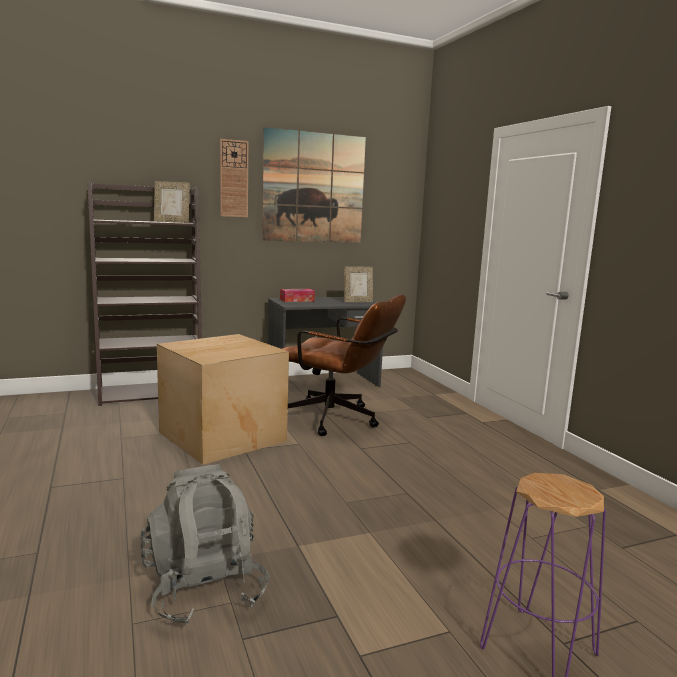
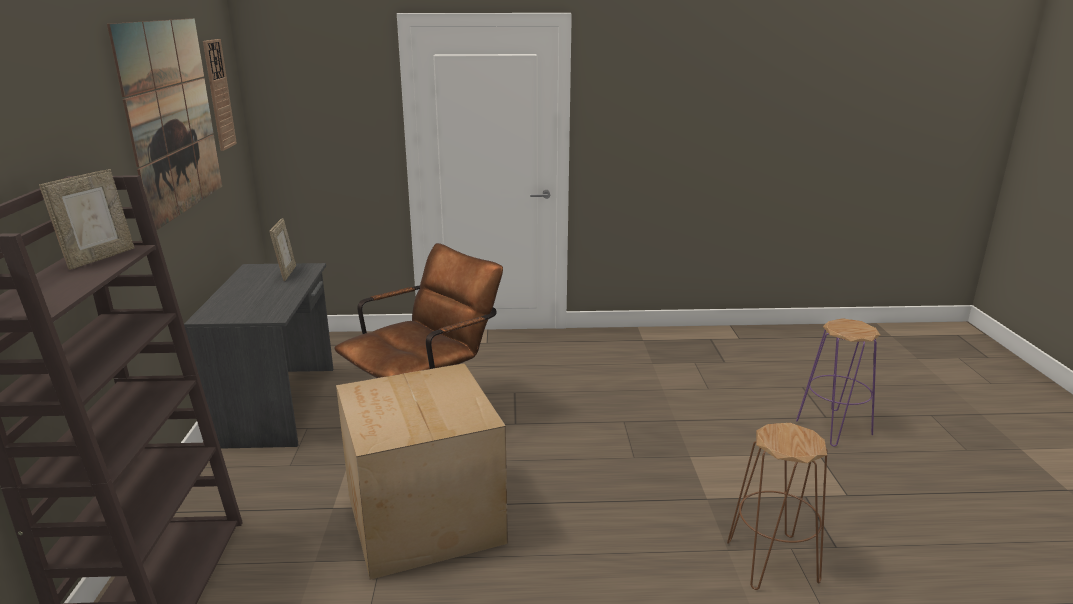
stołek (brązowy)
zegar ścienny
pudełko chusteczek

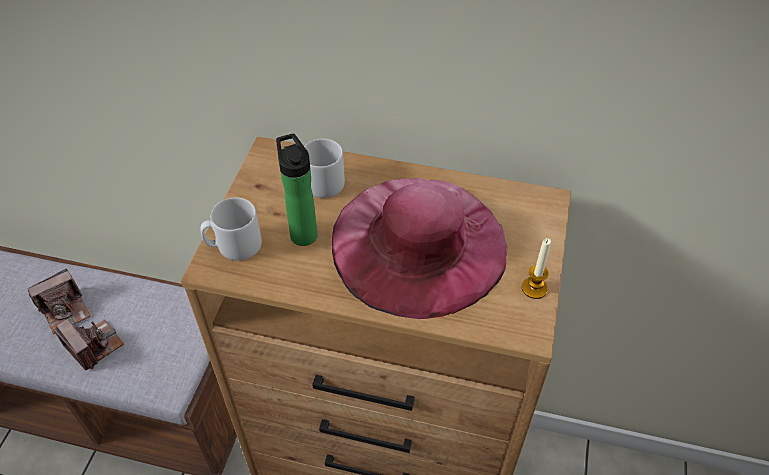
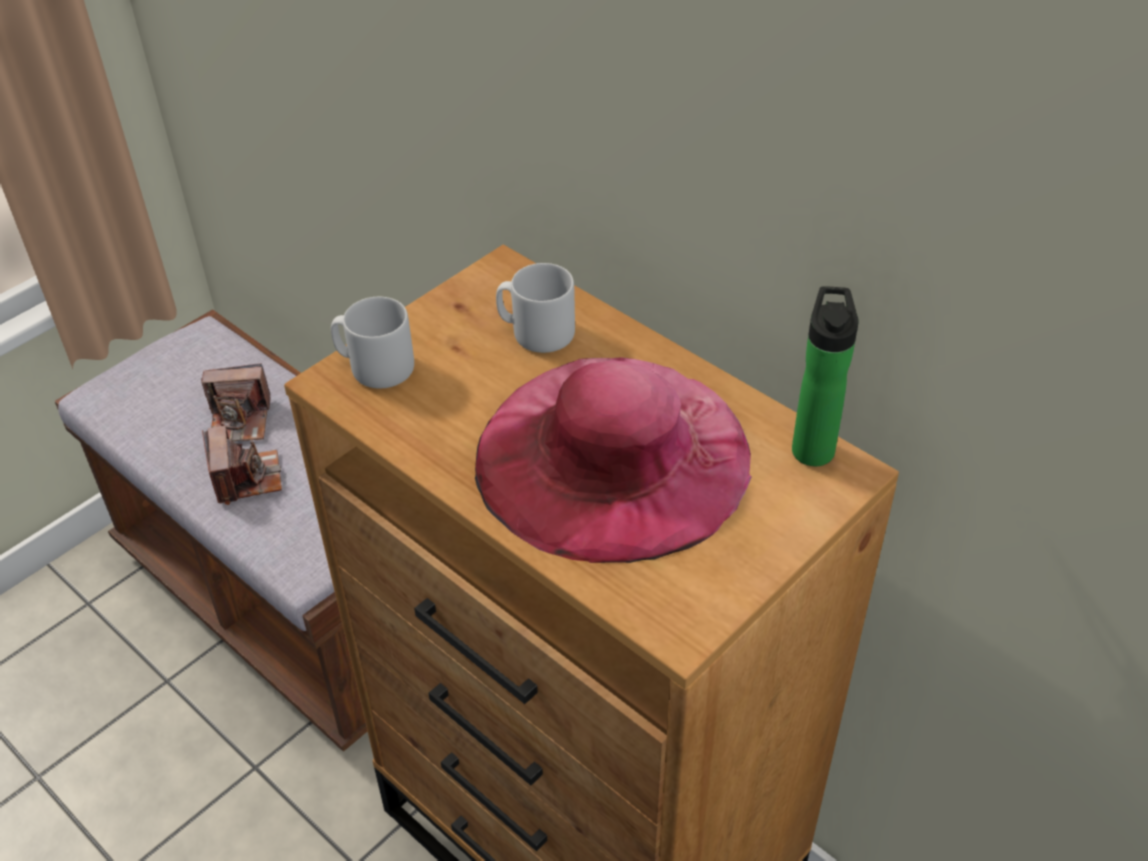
butelka
świeca

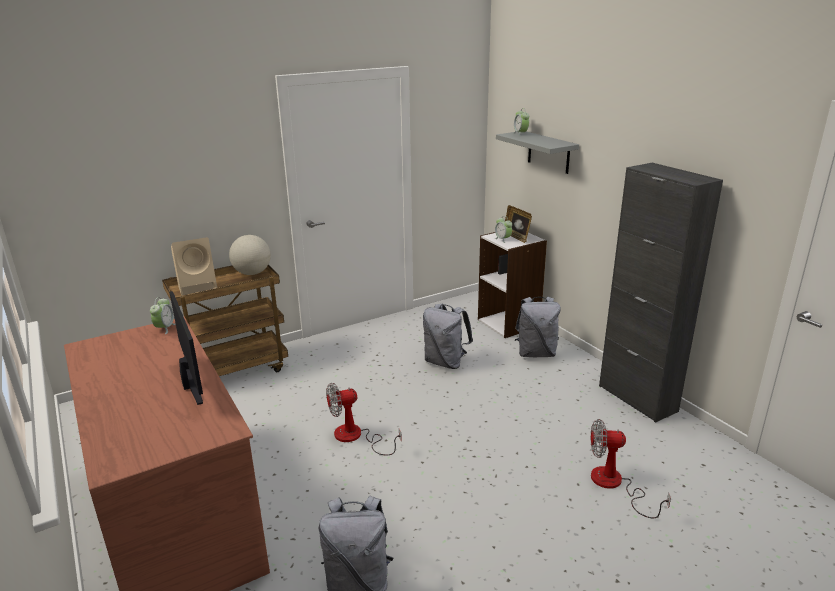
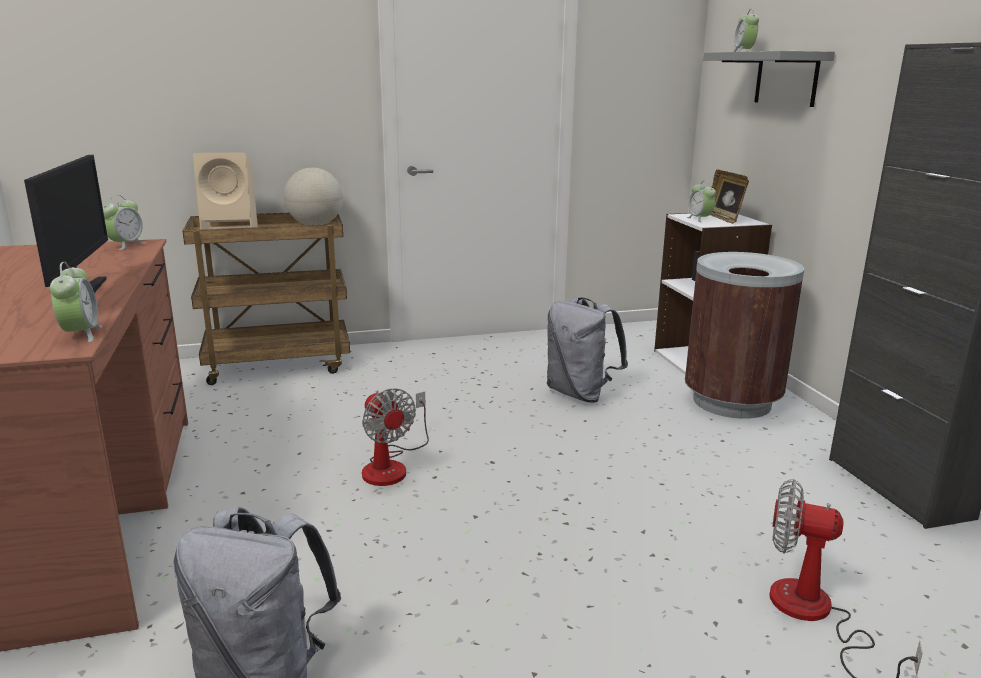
wentylator (no. 1 from left)
kosz na śmieci (brązowy)
budzik (no. 1 from left)

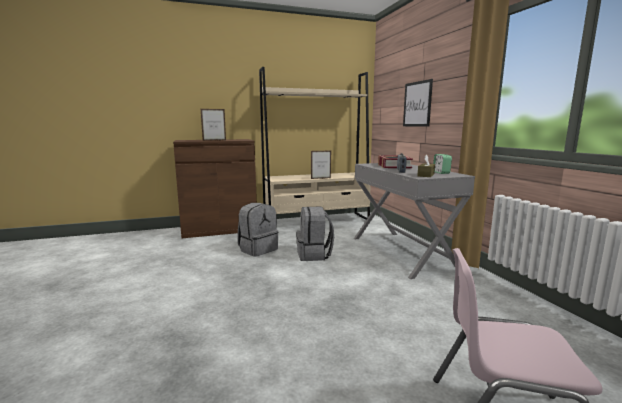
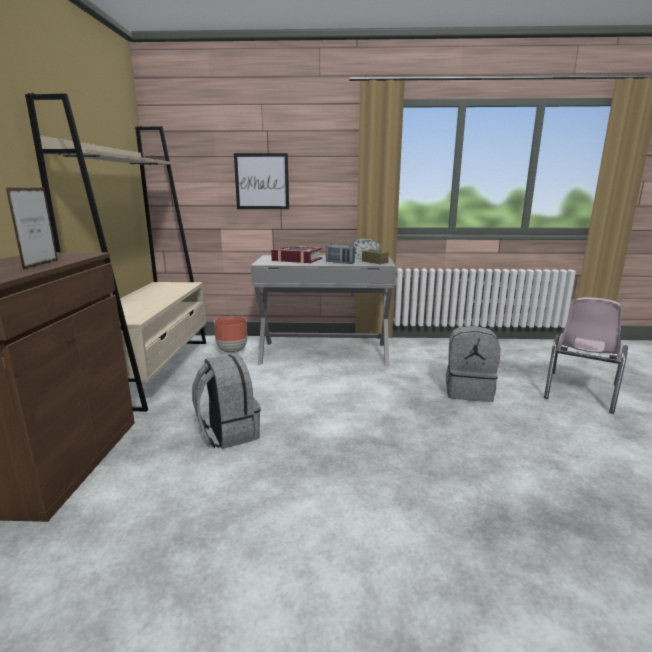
plecak (szary) (no. 2 from left)
ramka na zdjęcie (no. 2 from left in the first image)
donica (brązowy)

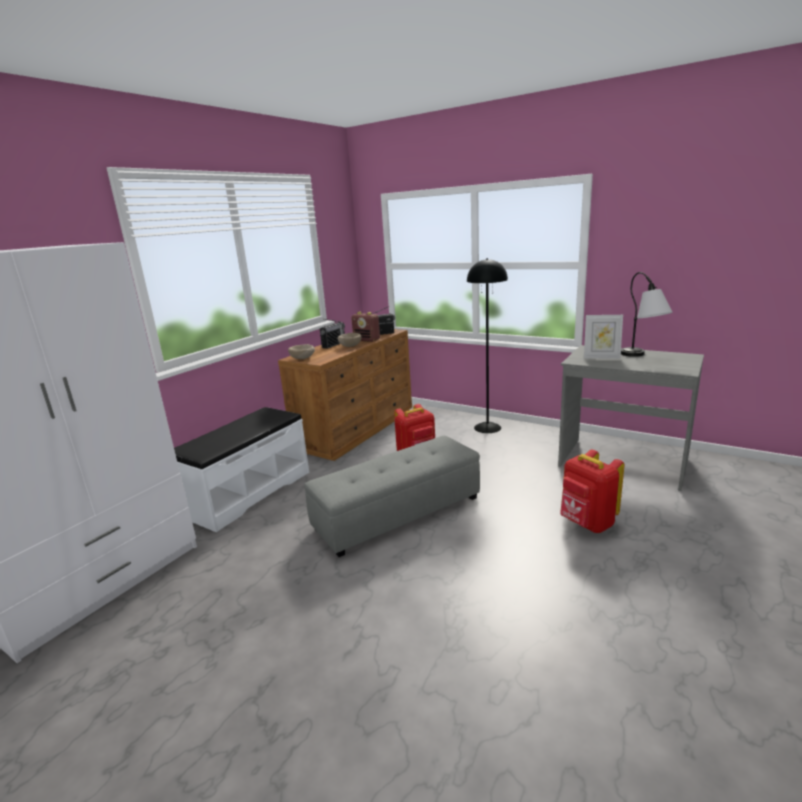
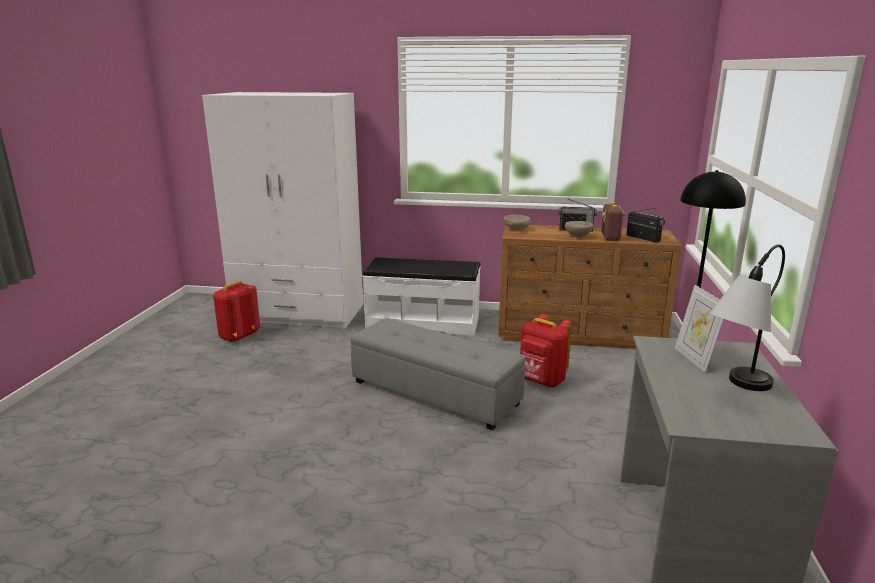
plecak (czerwony) (no. 1 from left)

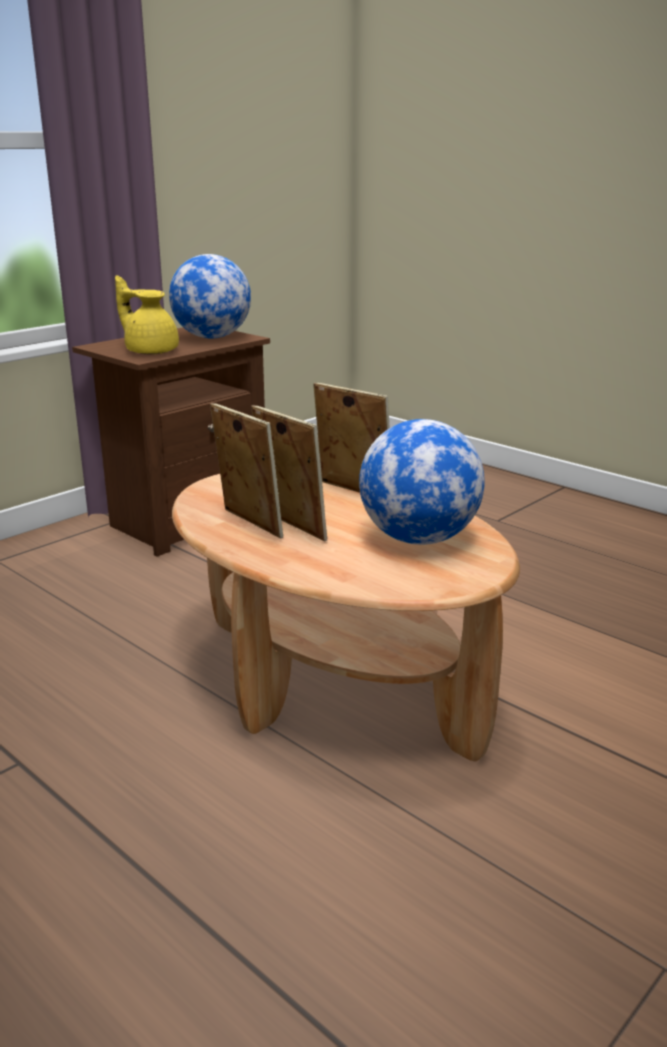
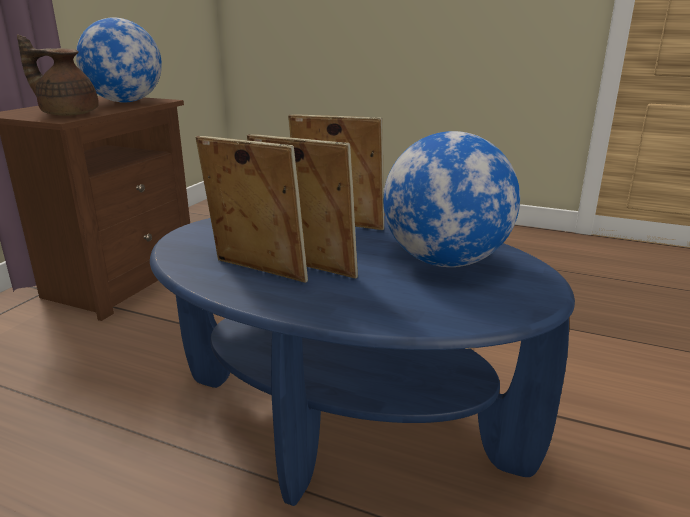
imbryk (brązowy)
ława (niebieski)

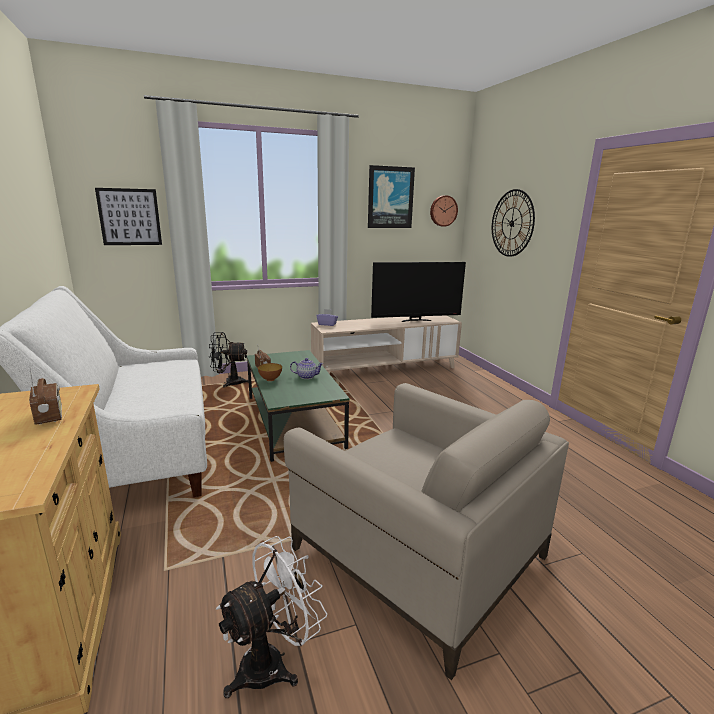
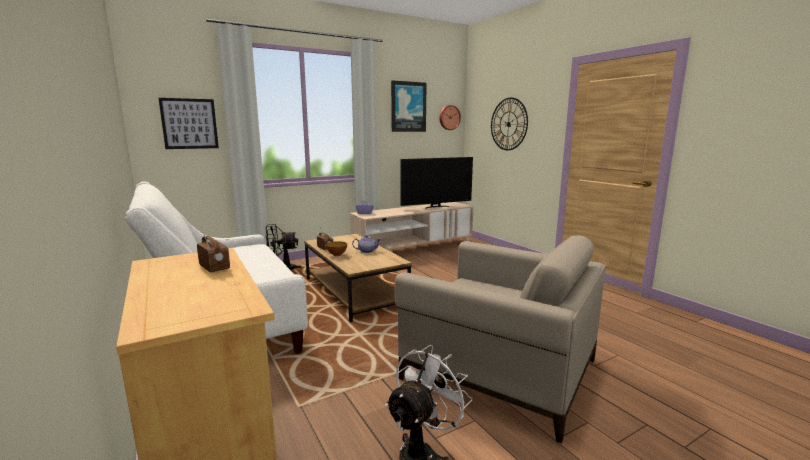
ława (brązowy)

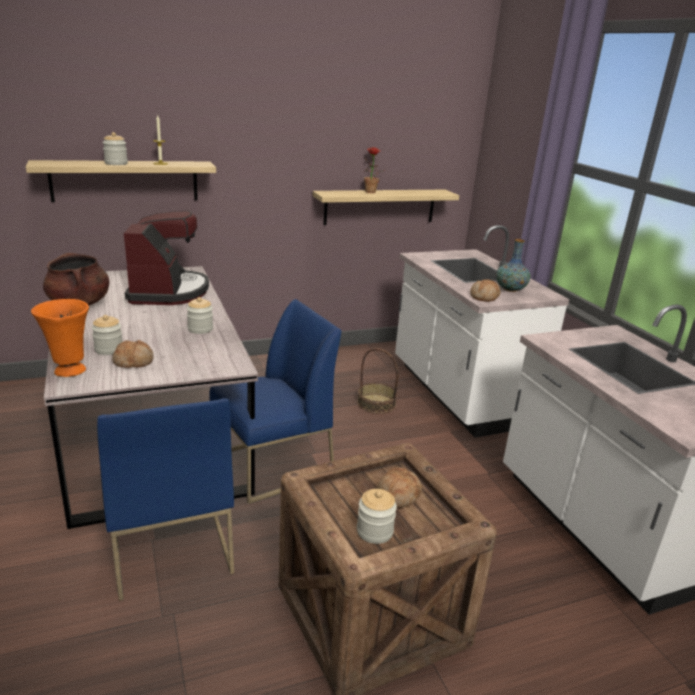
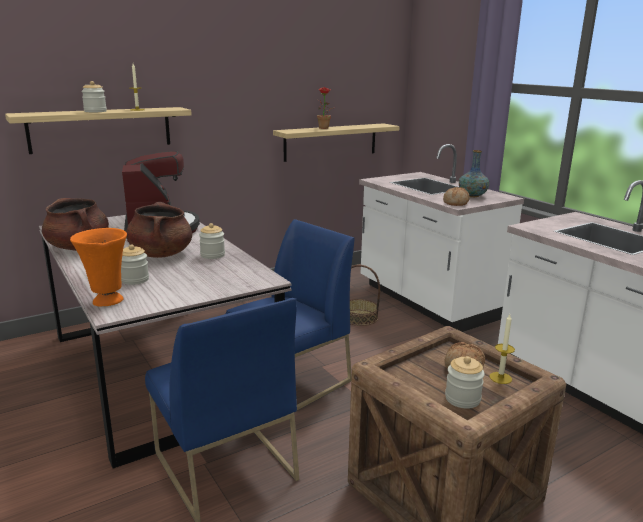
chleb (no. 1 from left in the first image)
garnek (brązowy) (no. 2 from left)
świeca (no. 2 from left)

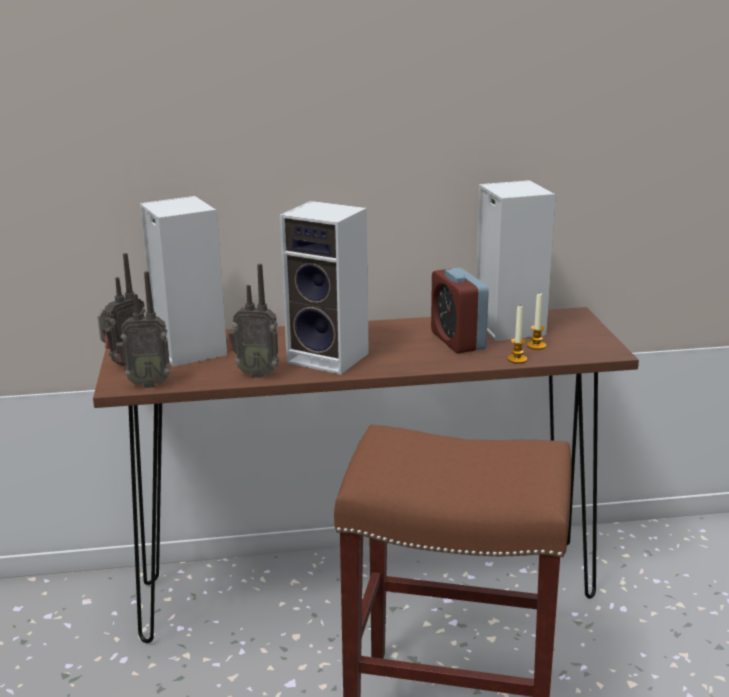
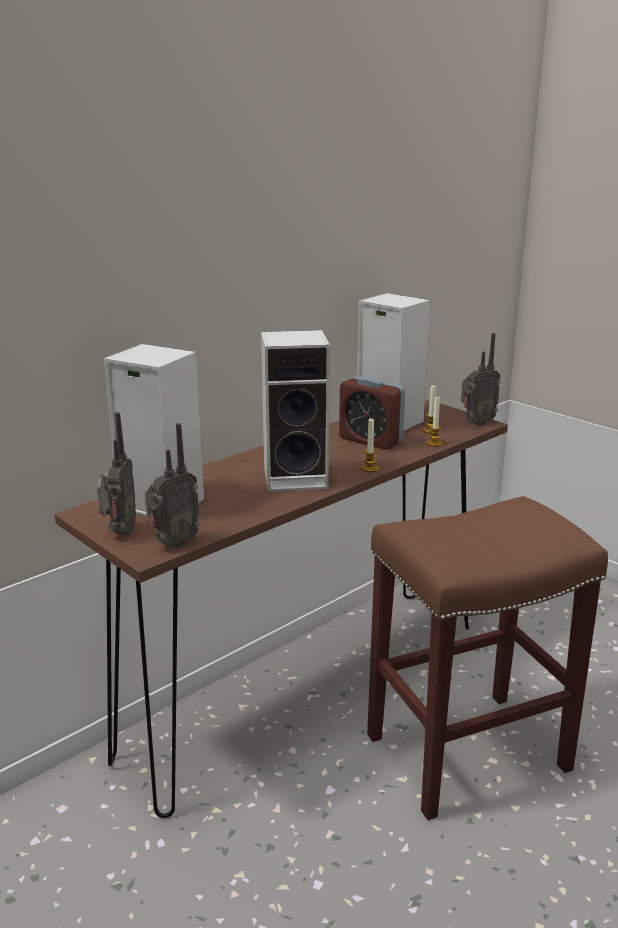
radio (no. 3 from left)
świeca (no. 1 from left)

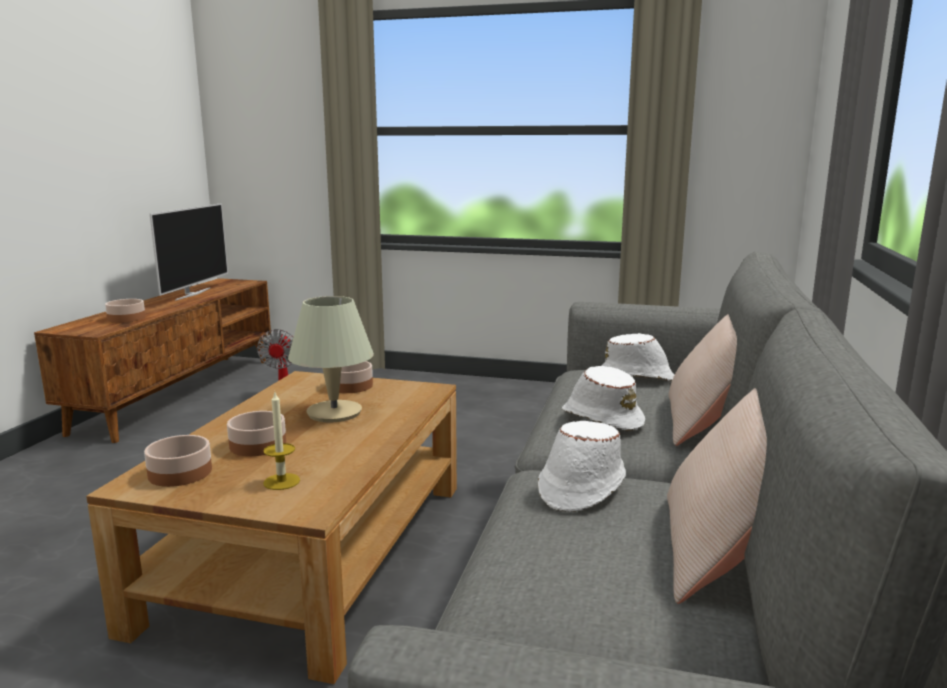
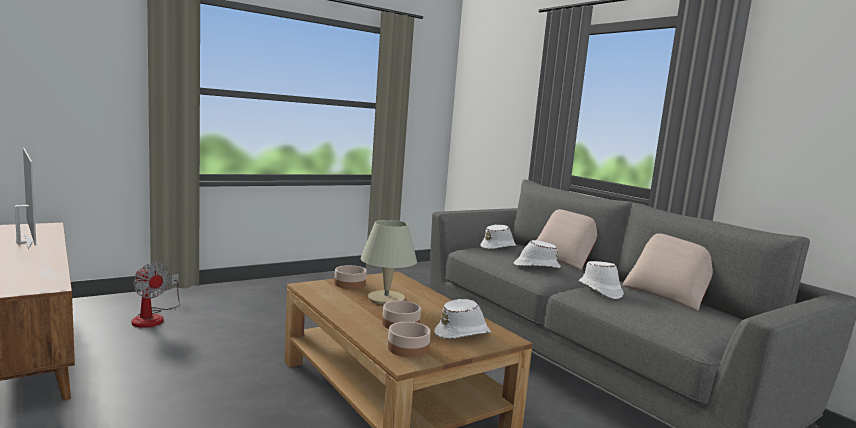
miska (no. 1 from left in the first image)
kapelusz (biały) (no. 1 from left)

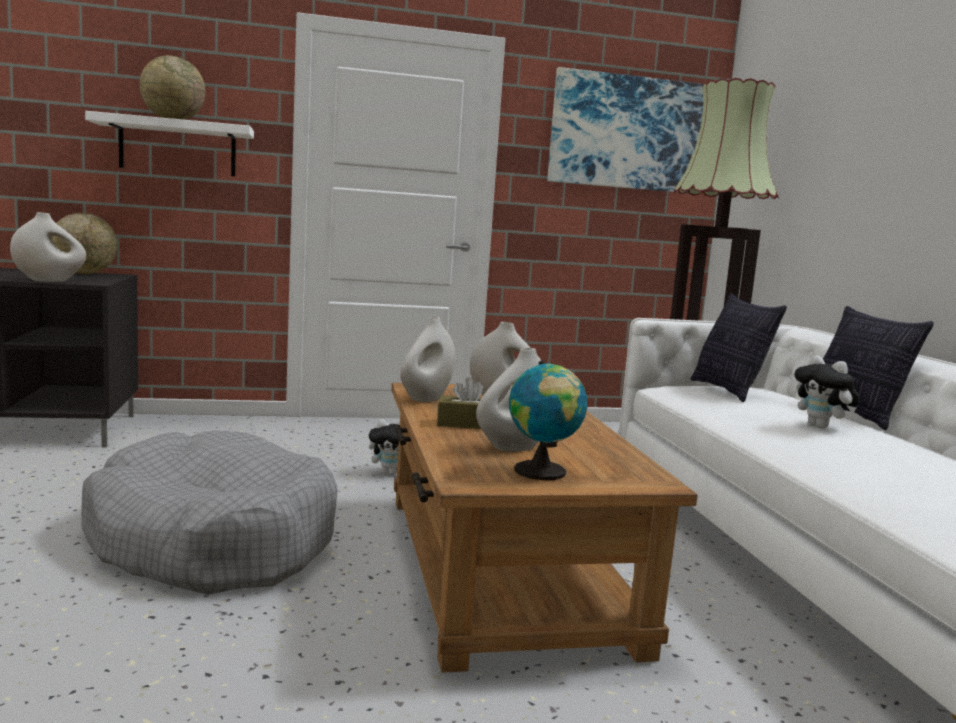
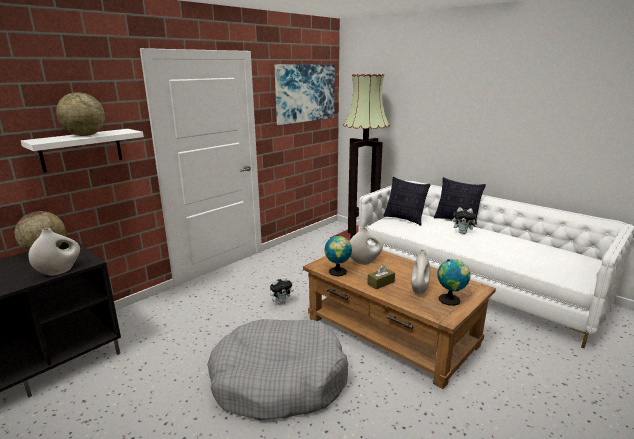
globus (no. 3 from left)

